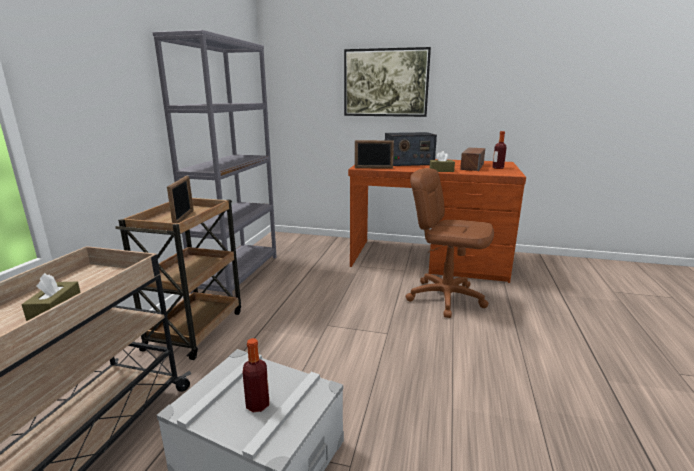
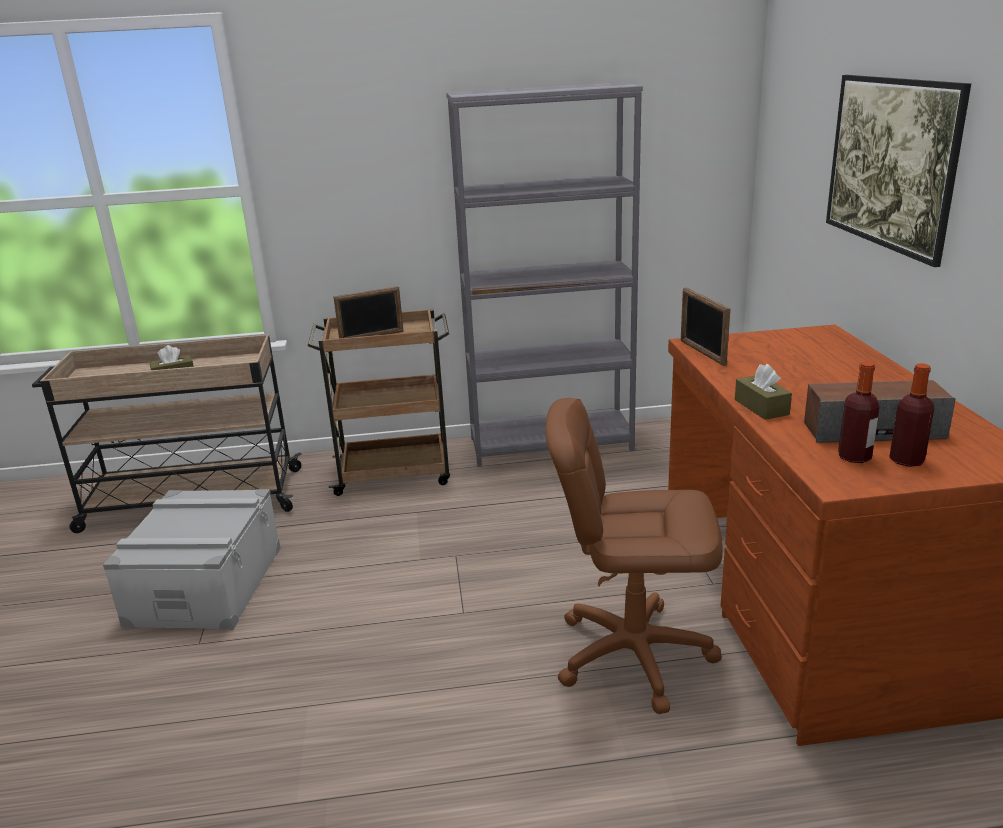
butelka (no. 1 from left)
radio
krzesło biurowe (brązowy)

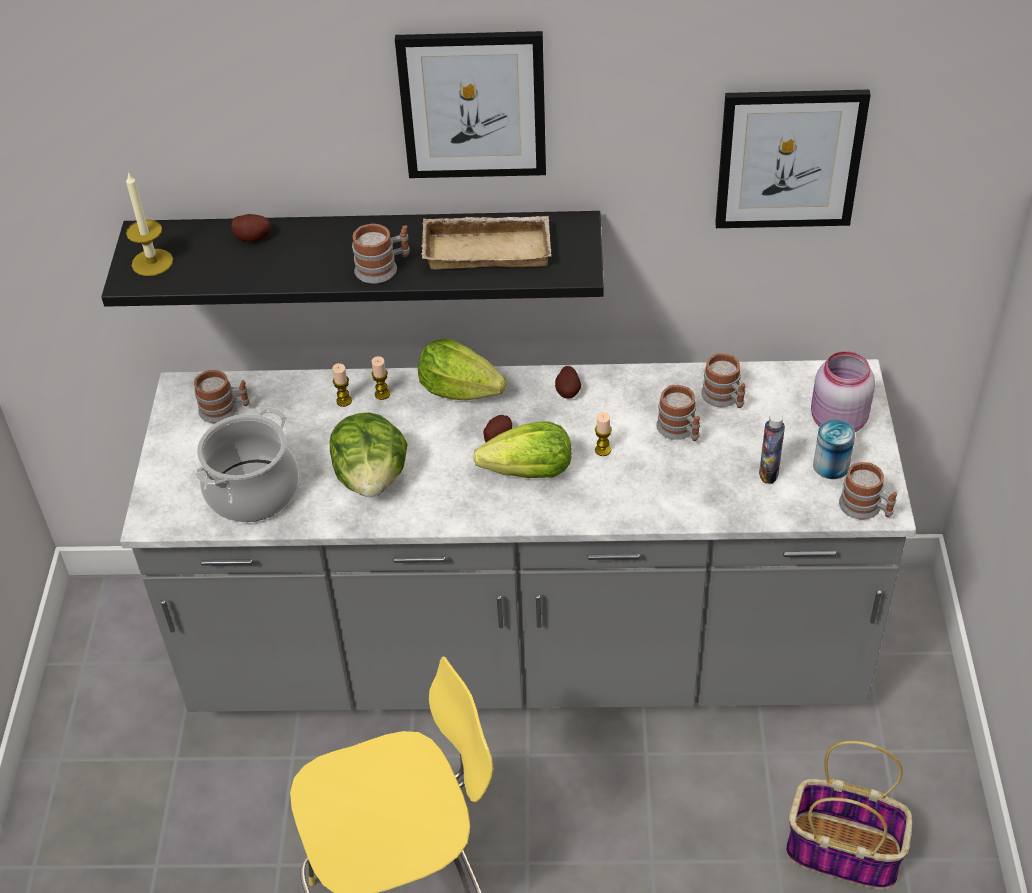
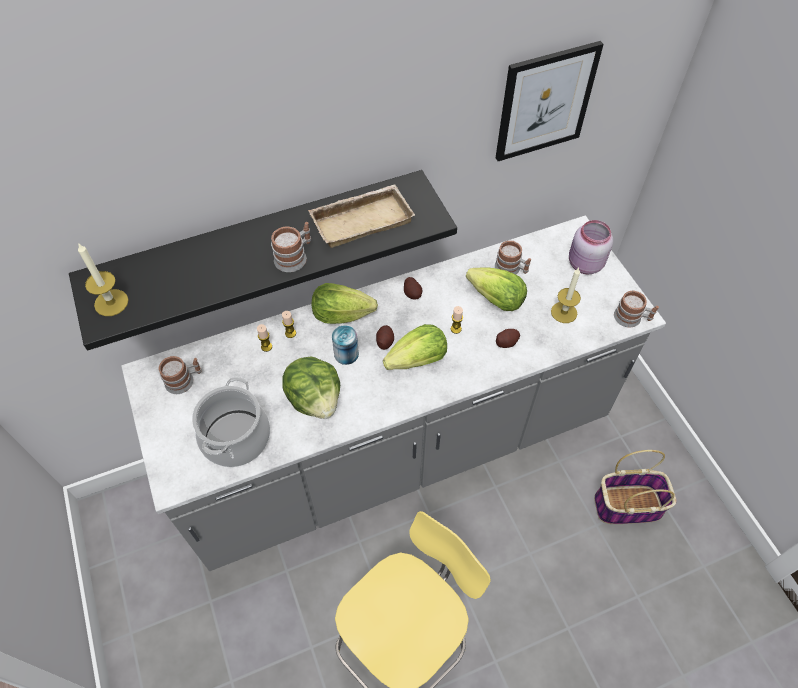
ziemniak (no. 3 from left)
obraz (no. 1 from left in the first image)
sałata (no. 4 from left)
świeca (no. 5 from left)
puszka

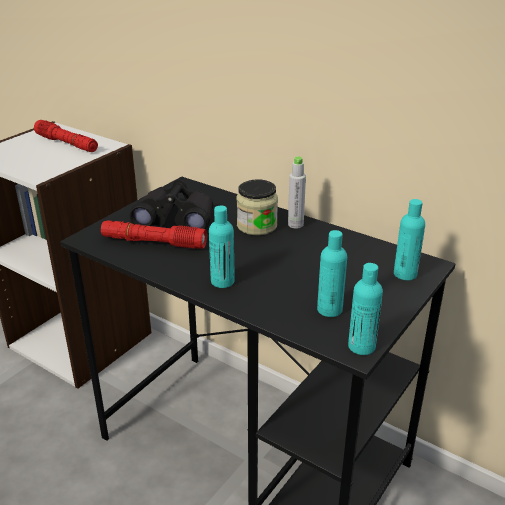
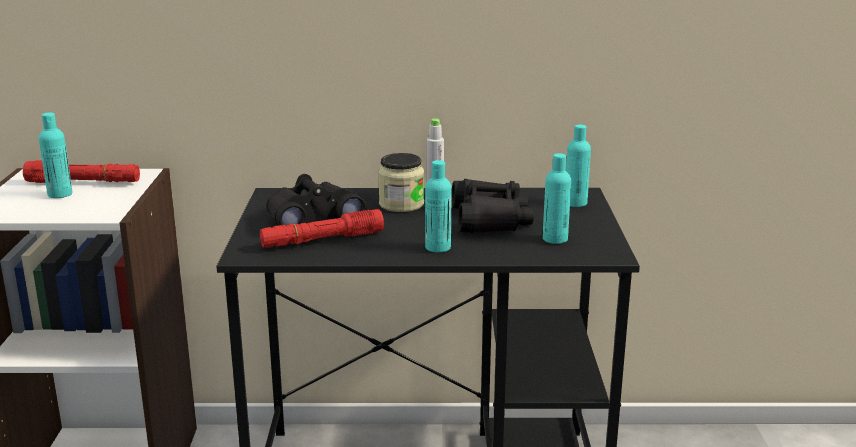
butelka (turkusowy) (no. 1 from left)
lornetka (czarny) (no. 2 from left)

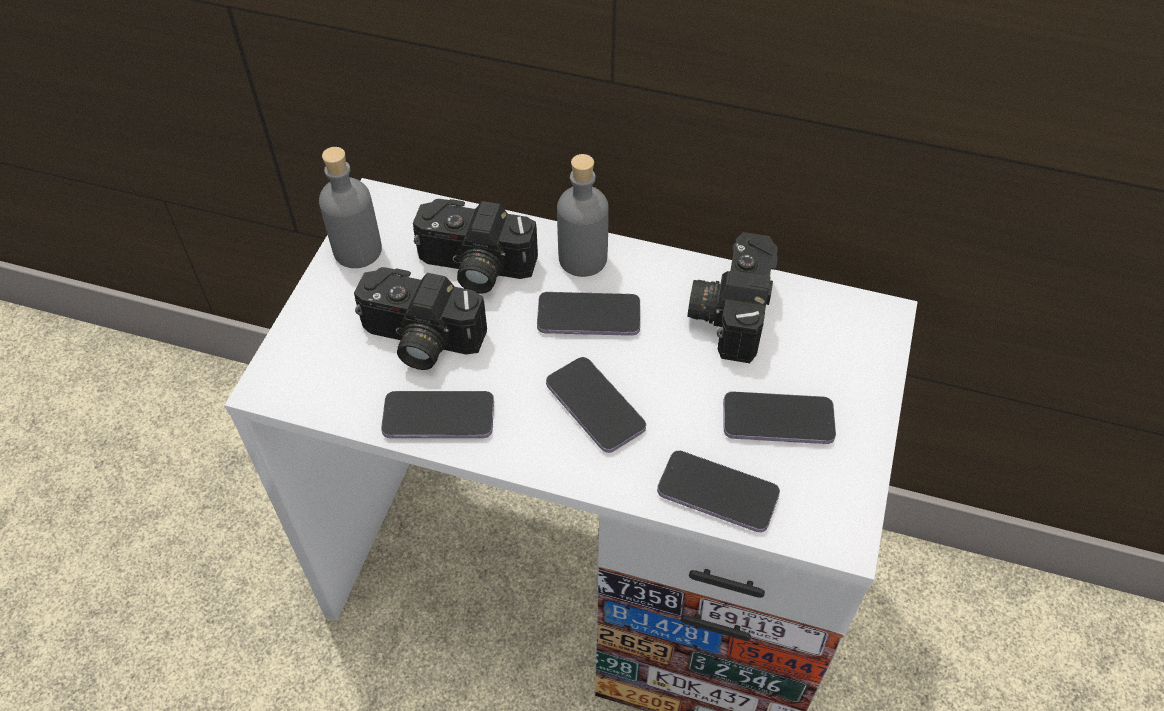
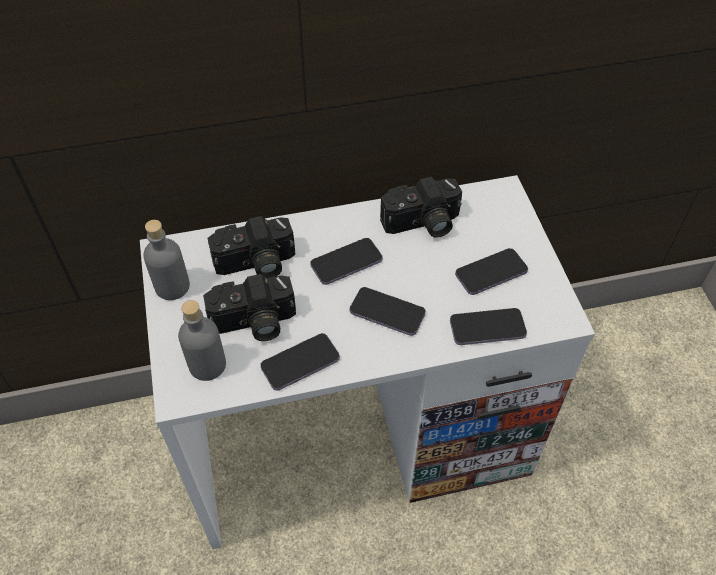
butelka (szary) (no. 2 from left)
aparat fotograficzny (no. 3 from left)

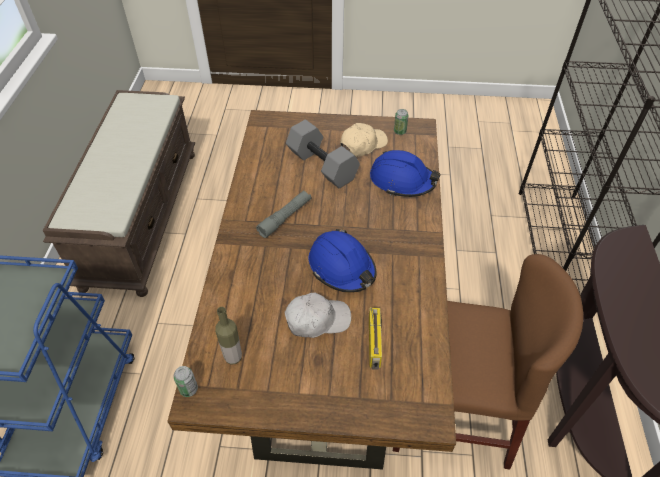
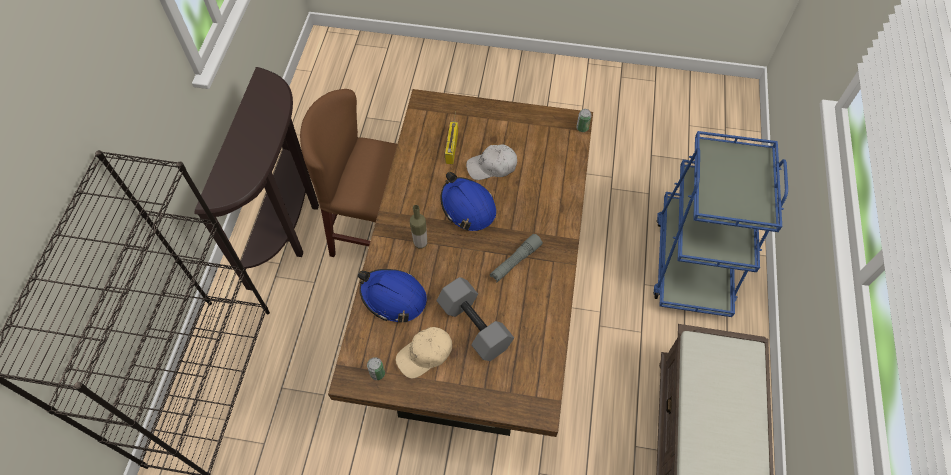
butelka

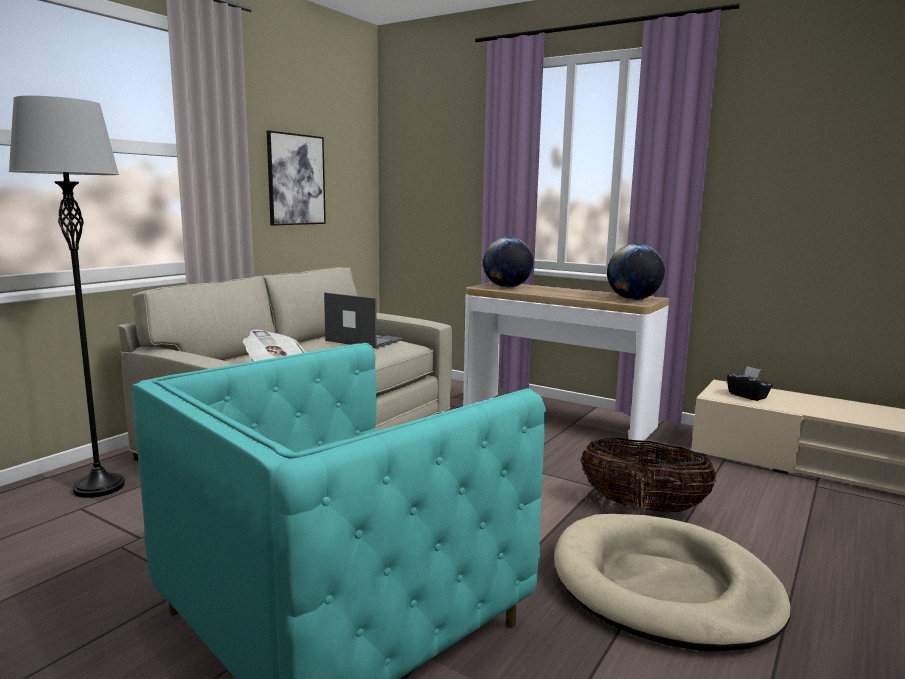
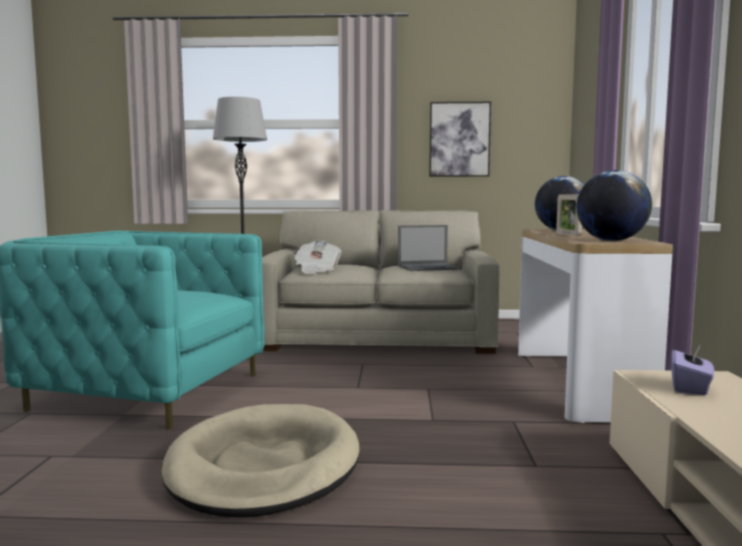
laptop
koszyk
pudełko chusteczek (fioletowy)
ramka na zdjęcie

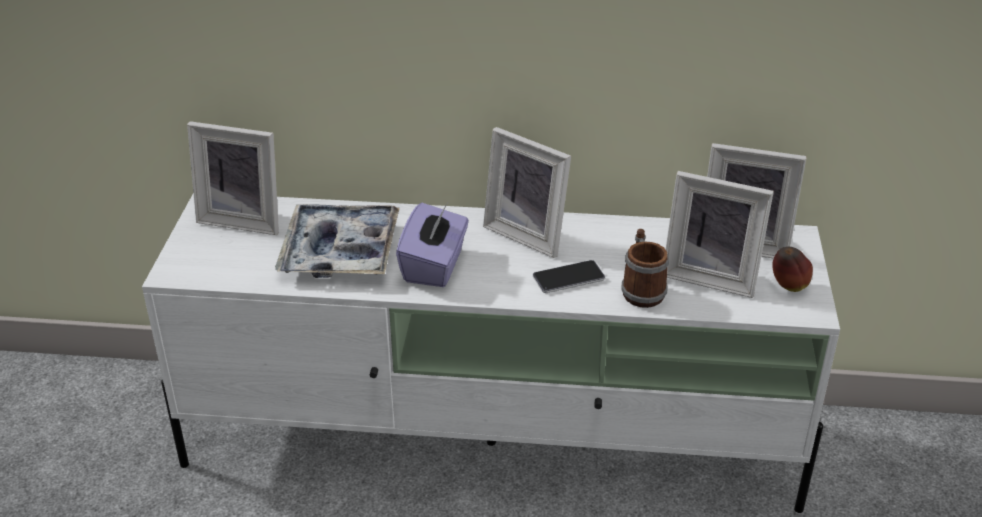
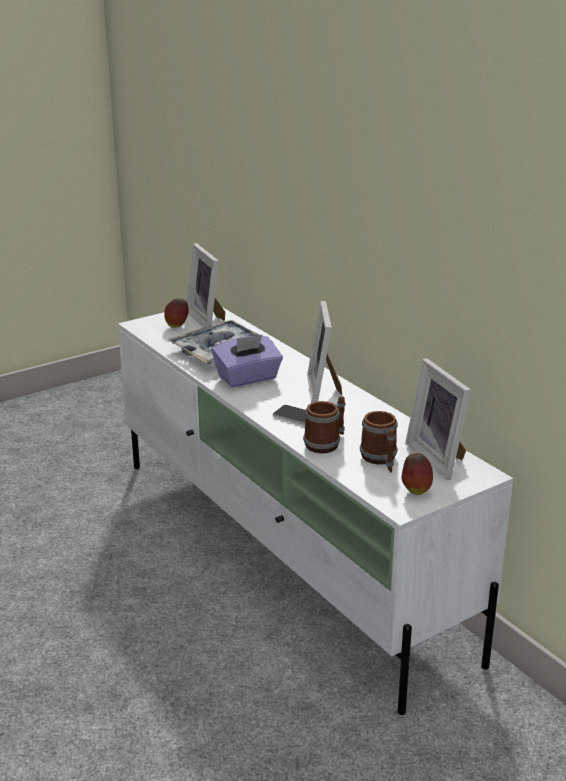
kubek (no. 2 from left)
jabłko (no. 1 from left)

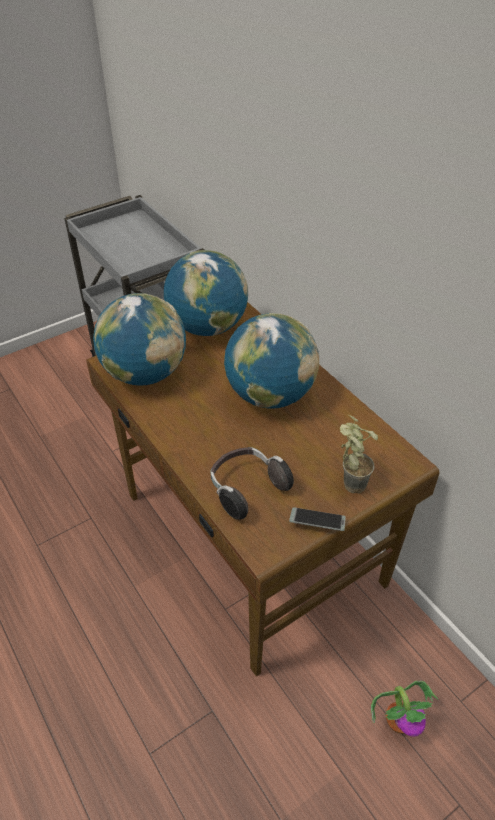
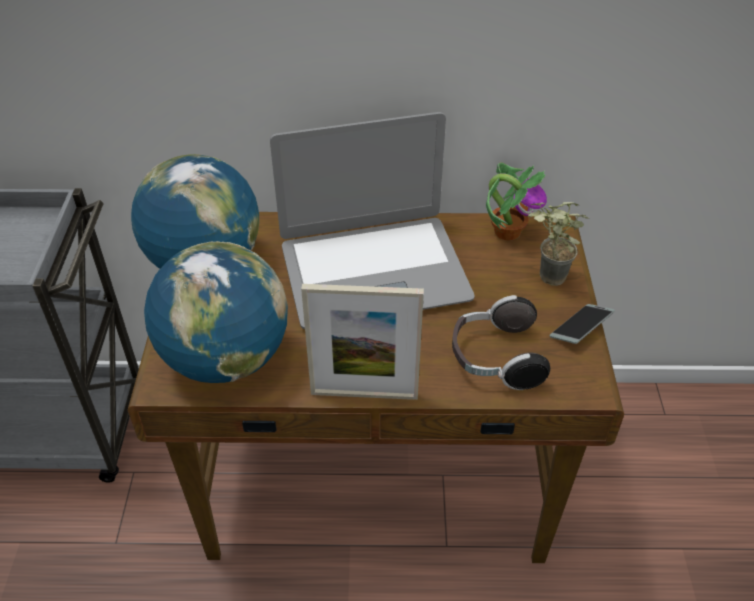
laptop
roślina doniczkowa (no. 1 from left)
ramka na zdjęcie

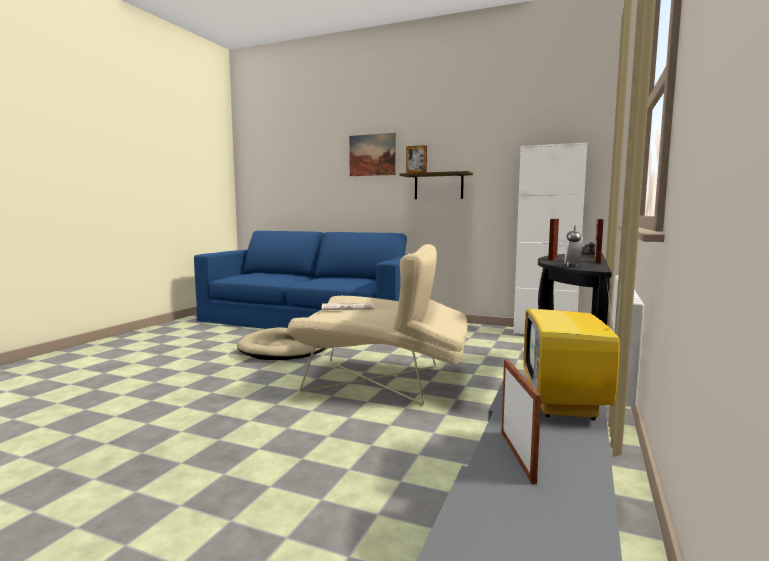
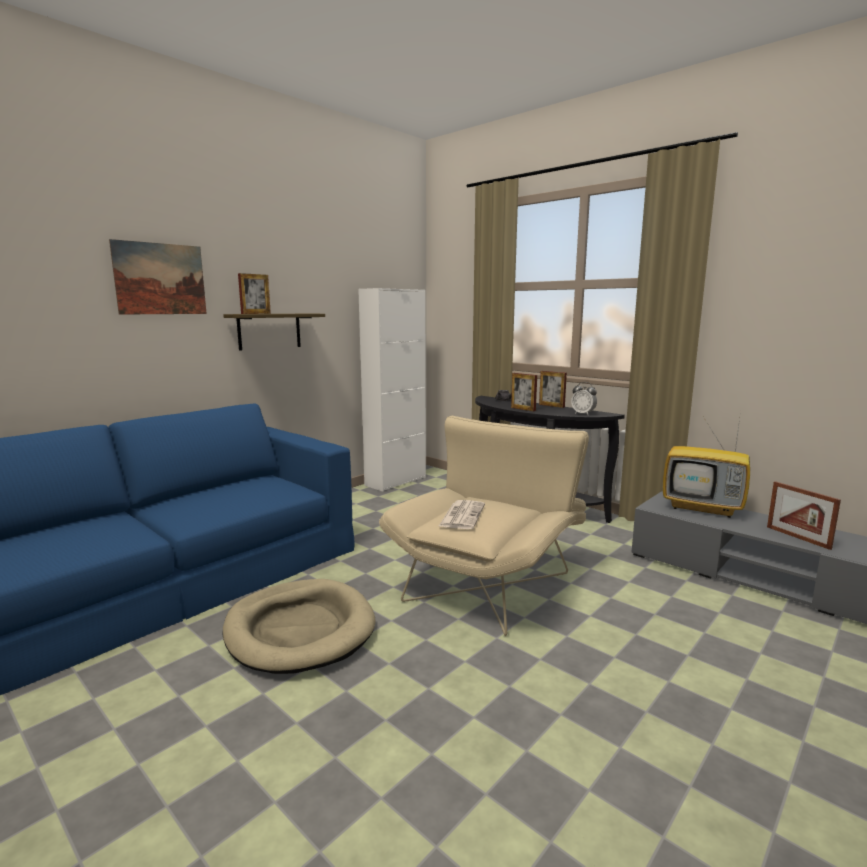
ramka na zdjęcie (no. 4 from left)

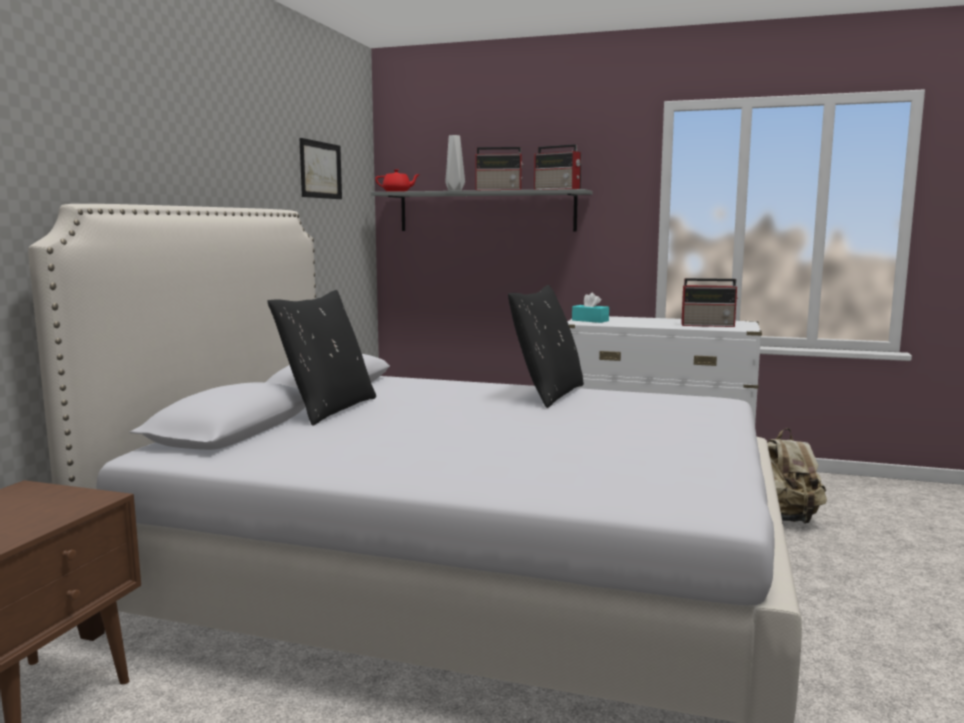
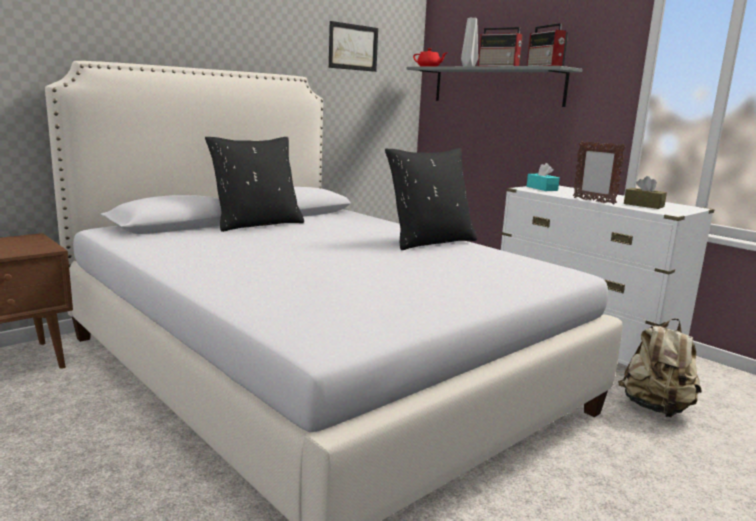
pudełko chusteczek (brązowy)
ramka na zdjęcie

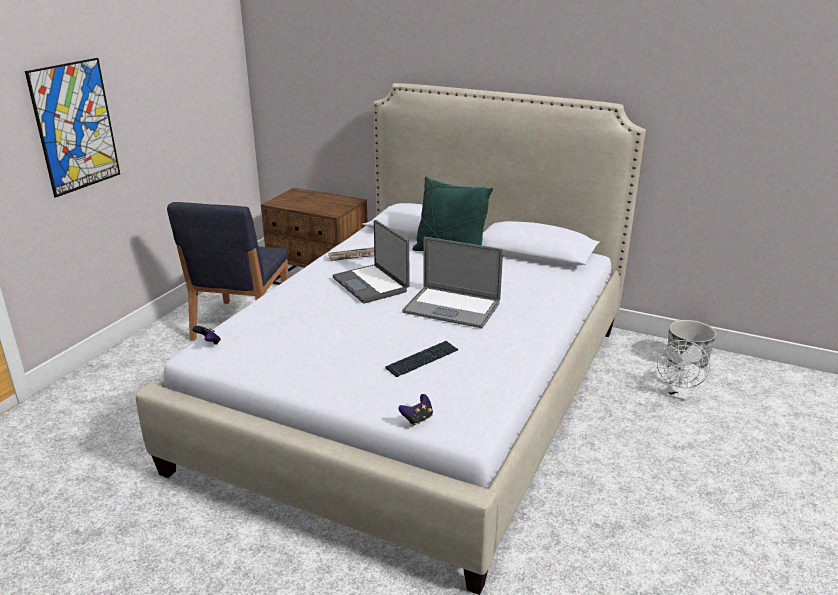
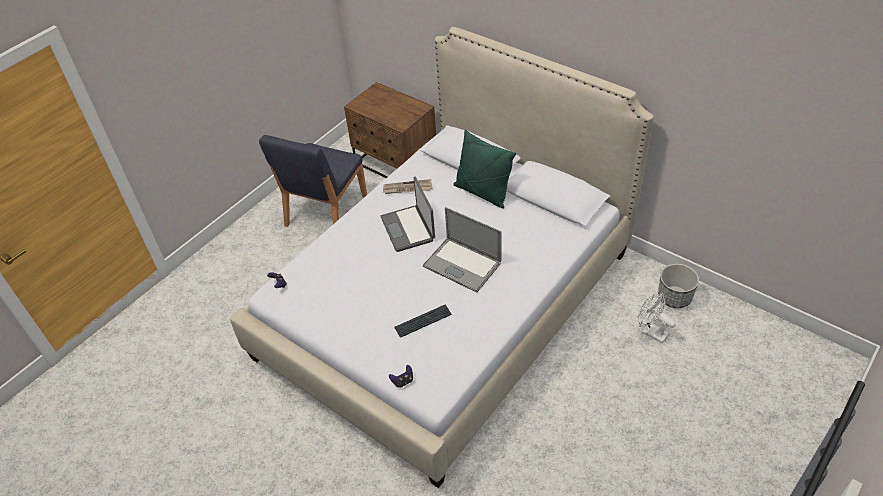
obraz
wentylator (biały)

